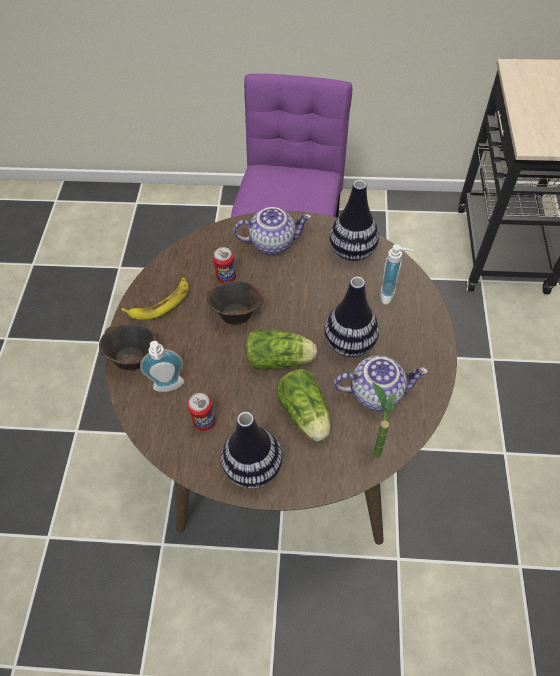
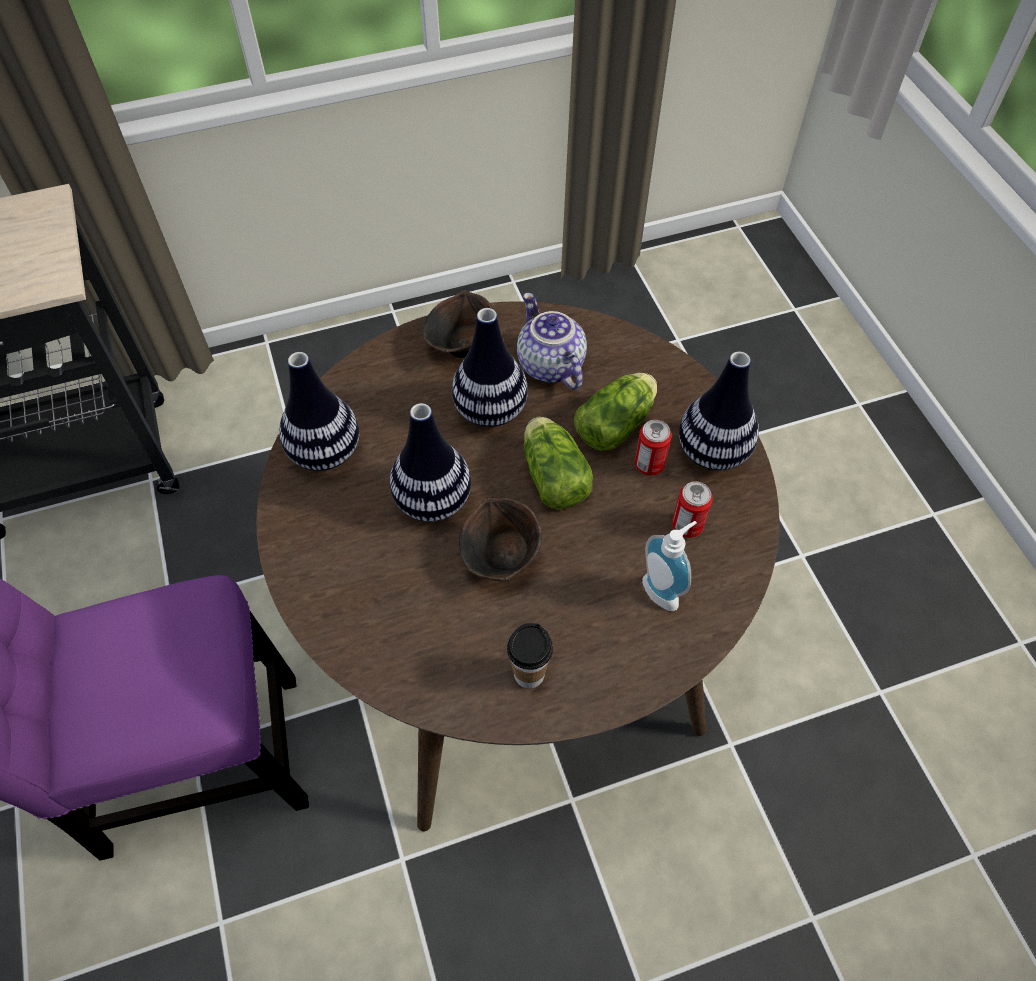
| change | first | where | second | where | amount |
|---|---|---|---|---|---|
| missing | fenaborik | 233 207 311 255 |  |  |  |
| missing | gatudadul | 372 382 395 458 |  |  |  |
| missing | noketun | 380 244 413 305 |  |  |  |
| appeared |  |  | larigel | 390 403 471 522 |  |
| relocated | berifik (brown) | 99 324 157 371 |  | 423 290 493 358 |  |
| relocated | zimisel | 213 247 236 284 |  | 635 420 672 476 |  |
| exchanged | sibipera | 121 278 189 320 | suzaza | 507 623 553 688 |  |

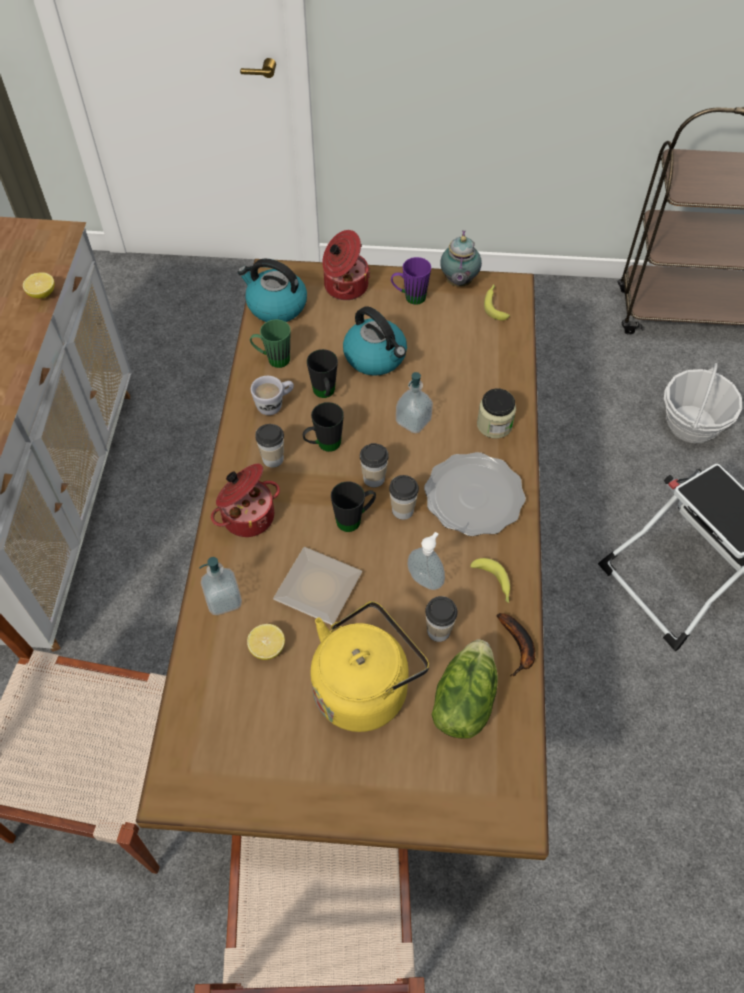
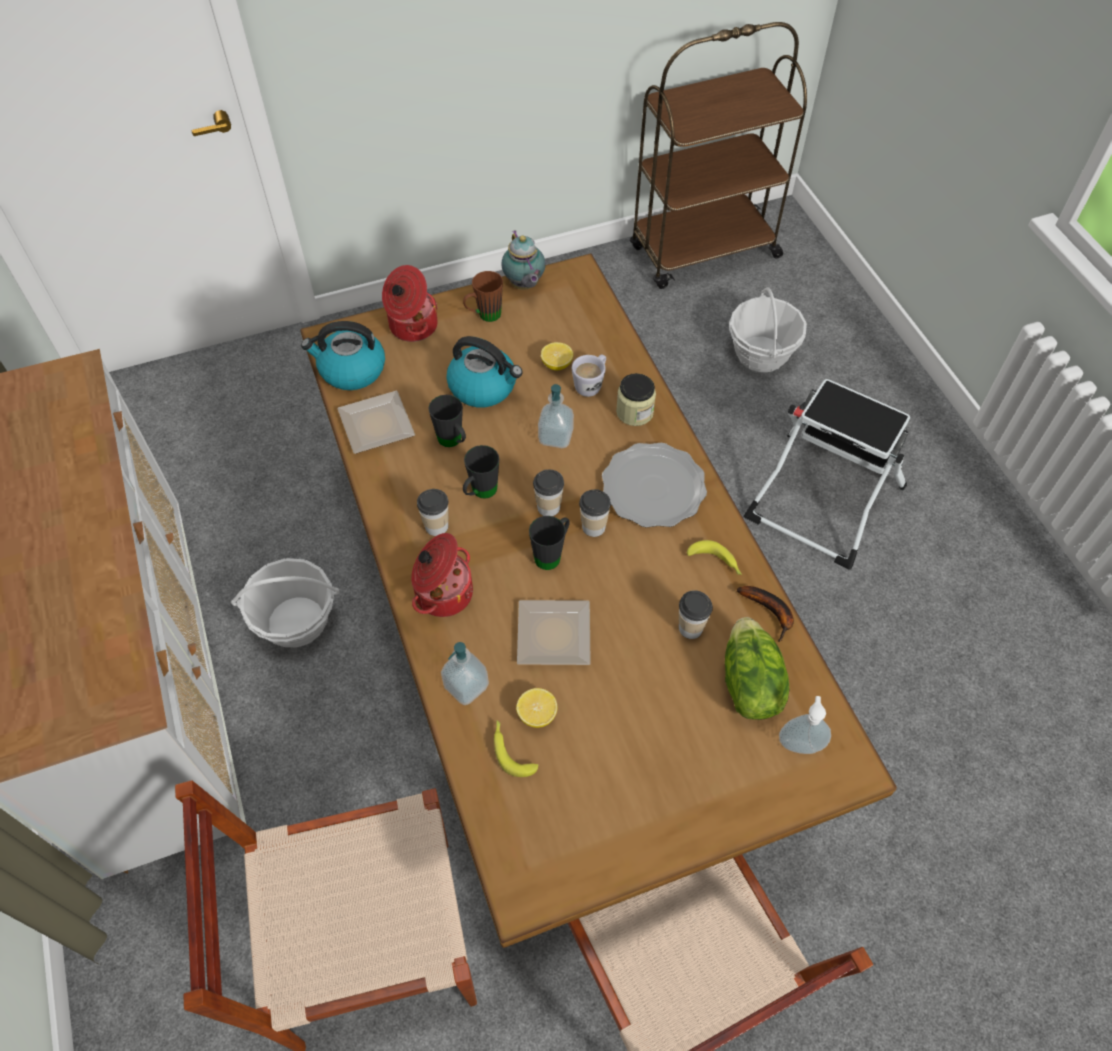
| change | first | where | second | where | amount |
|---|---|---|---|---|---|
| missing | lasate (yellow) | 310 601 429 732 |  |  |  |
| appeared |  |  | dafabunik | 231 558 340 648 |  |
| relocated | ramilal | 23 272 55 299 |  | 541 342 573 370 |  |
| relocated | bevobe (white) | 251 376 294 415 |  | 572 354 606 397 |  |
| relocated | noketun | 408 532 445 590 |  | 779 696 831 754 |  |
| relocated | sibipera | 484 284 510 320 |  | 494 720 538 777 |  |
| exchanged | bevobe (green) | 250 319 290 368 | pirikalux | 337 391 415 454 |  |
| colour | bevobe (purple) | 391 257 431 305 | bevobe (brown) | 463 271 503 322 |  |

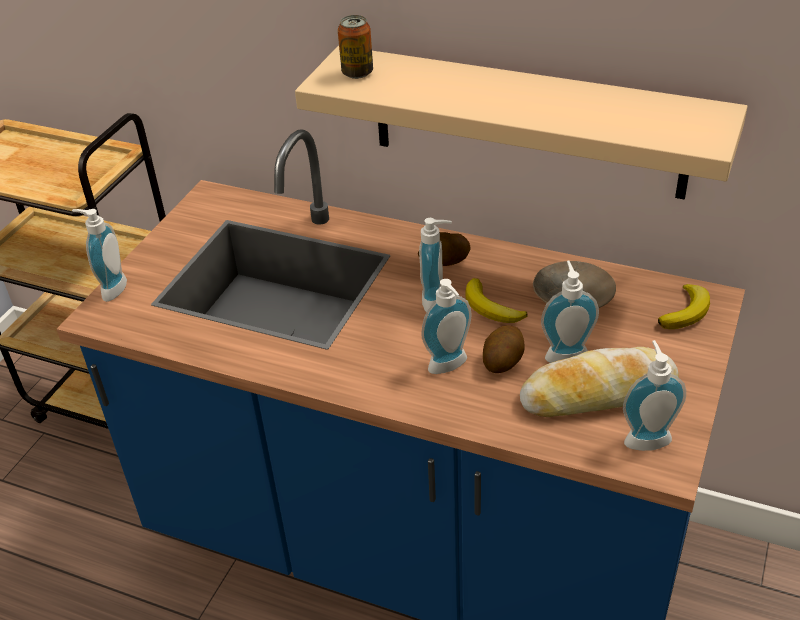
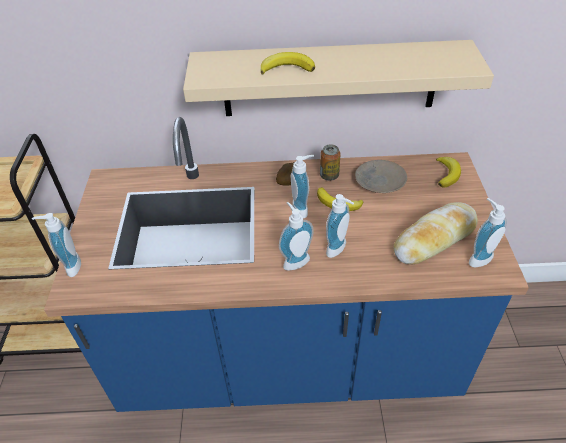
| change | first | where | second | where | amount |
|---|---|---|---|---|---|
| missing | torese | 483 325 525 373 |  |  |  |
| appeared |  |  | sibipera | 261 52 315 75 |  |
| relocated | zimisel | 338 15 373 79 |  | 320 144 341 181 |  |
| relocated | noketun | 541 261 599 363 |  | 279 202 314 271 |  |

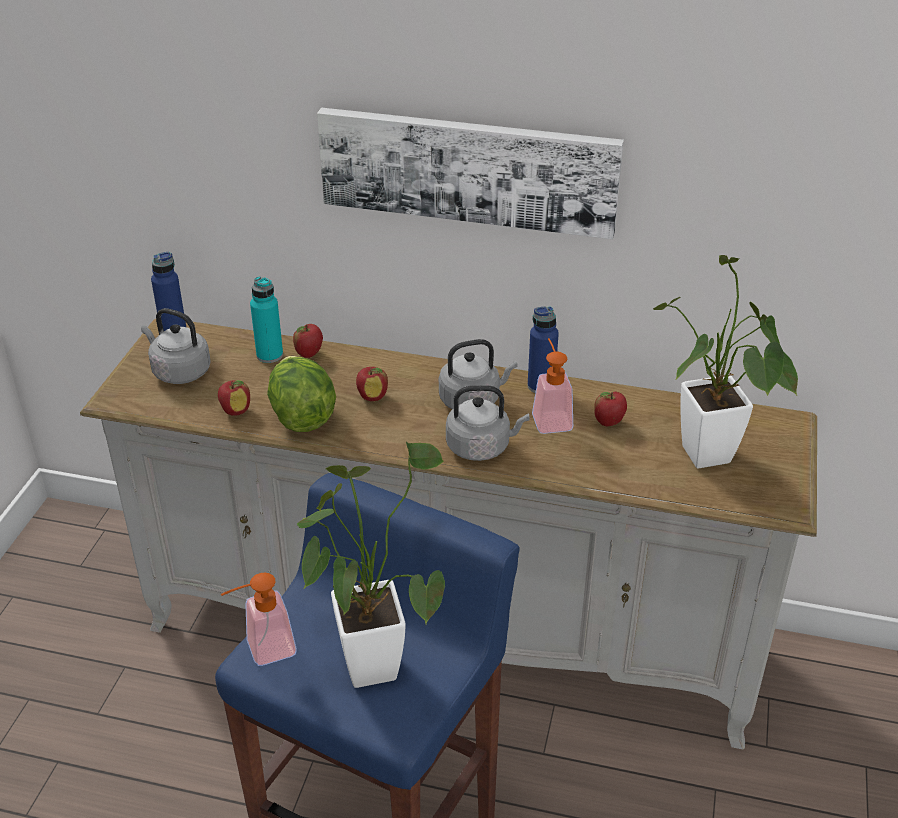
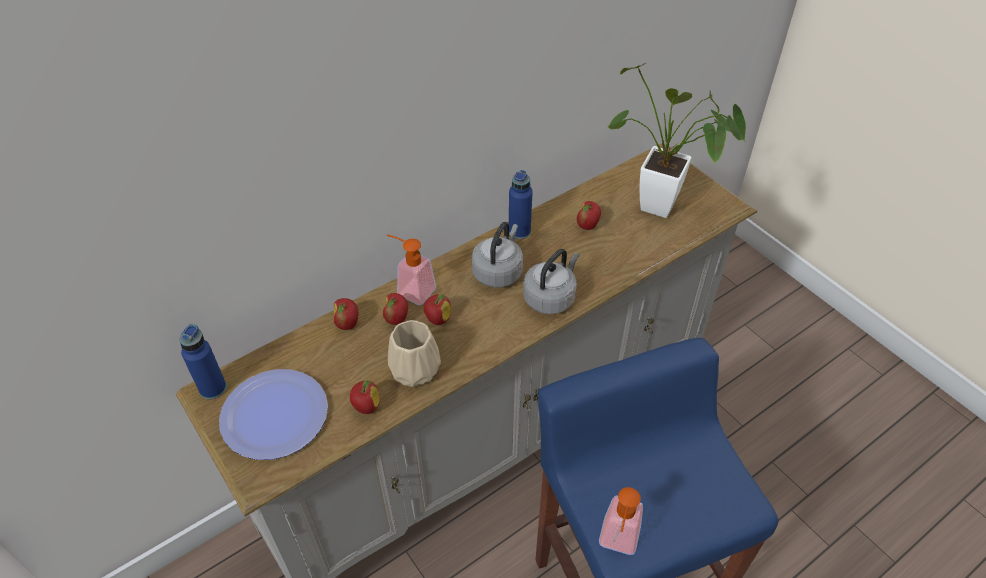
| change | first | where | second | where | amount |
|---|---|---|---|---|---|
| missing | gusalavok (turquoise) | 250 276 283 363 |  |  |  |
| missing | gatudadul | 297 442 445 688 |  |  |  |
| missing | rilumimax | 317 108 624 239 |  |  |  |
| appeared |  |  | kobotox | 383 293 408 325 |  |
| relocated | noketun | 532 338 573 434 |  | 387 234 436 305 |  |
| exchanged | lasate (grey) | 141 308 211 384 | pirikalux | 219 369 328 460 |  |
| exchanged | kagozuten | 267 356 336 432 | larigel (beige) | 388 320 441 387 |  |

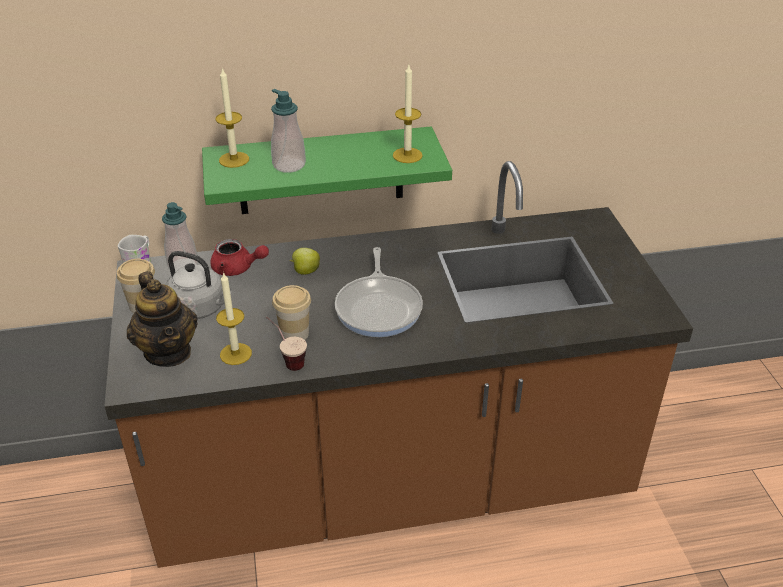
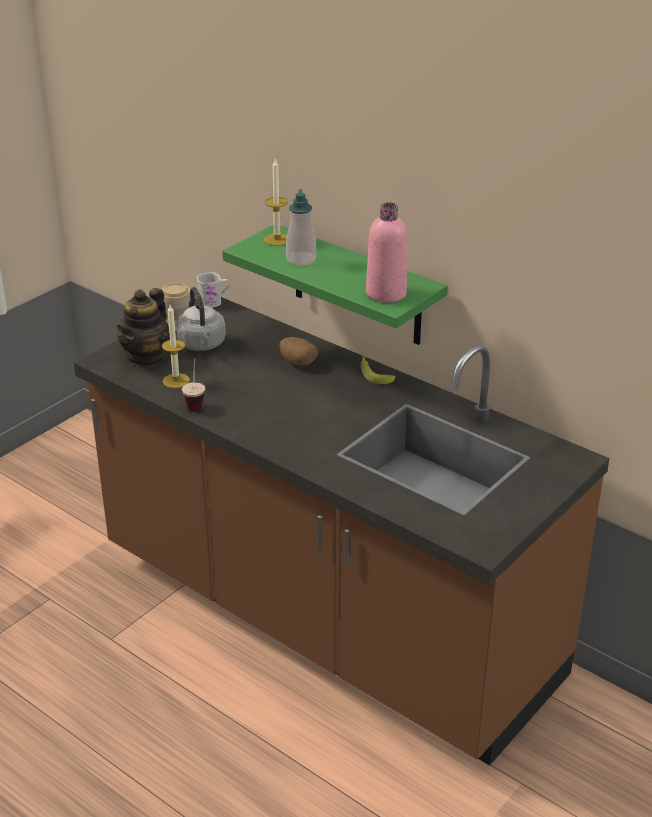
| change | first | where | second | where | amount |
|---|---|---|---|---|---|
| missing | noketun | 162 202 198 272 |  |  |  |
| missing | fenaborik (red) | 210 239 269 276 |  |  |  |
| missing | suzaza | 272 285 311 340 |  |  |  |
| missing | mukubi | 335 247 423 337 |  |  |  |
| appeared |  |  | sibipera | 361 356 395 384 |  |
| exchanged | kobotox | 289 248 320 275 | torese | 279 337 318 366 |  |
| exchanged | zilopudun | 393 65 423 163 | gusalavok (pink) | 366 202 407 302 |  |

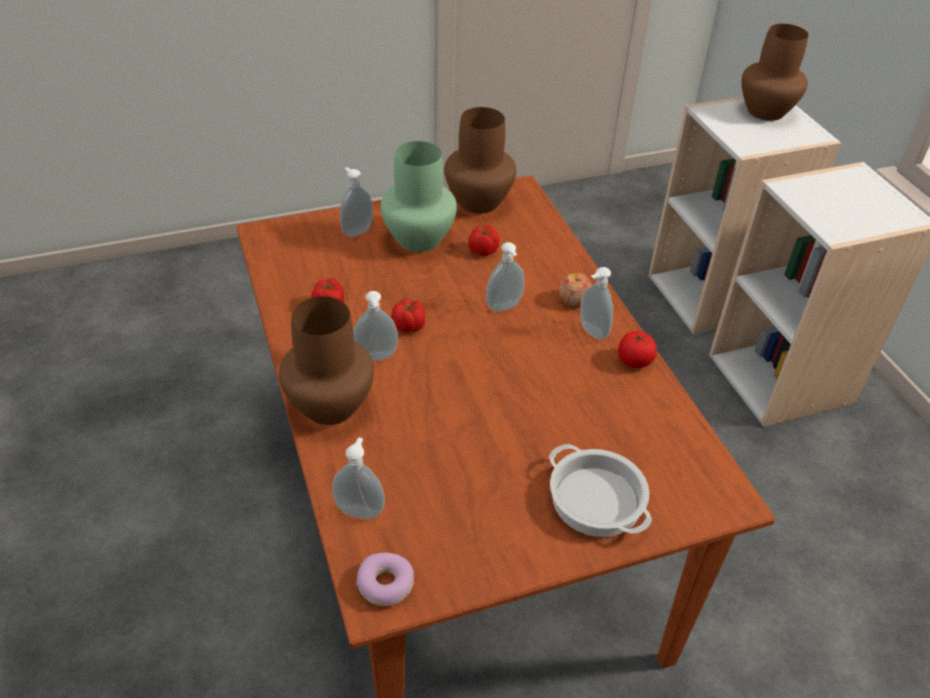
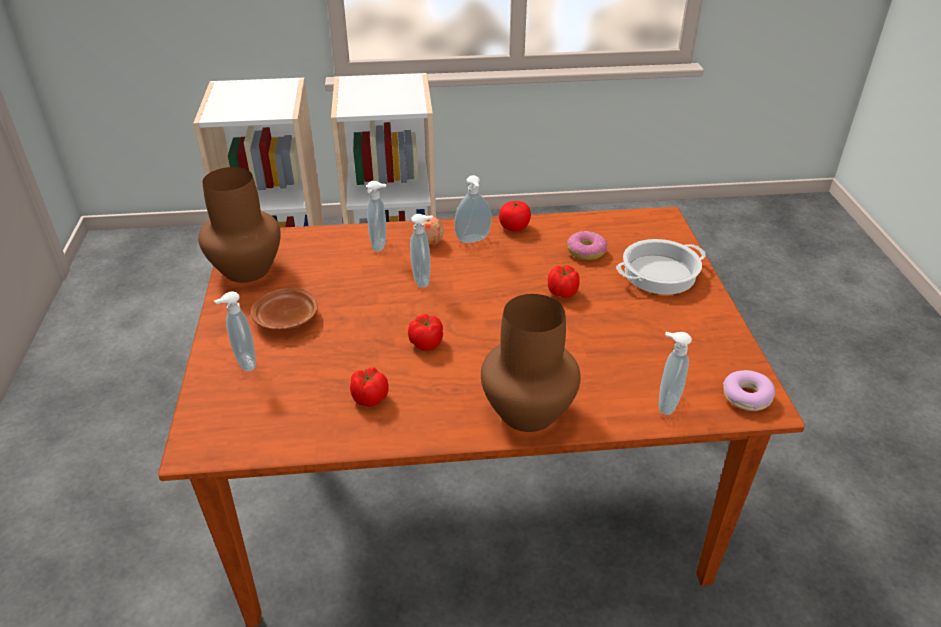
| change | first | where | second | where | amount |
|---|---|---|---|---|---|
| missing | larigel (brown) | 742 24 808 121 |  |  |  |
| appeared |  |  | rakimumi | 567 231 607 260 |  |
| relocated | noketun | 353 291 398 361 |  | 367 181 387 252 |  |
| relocated | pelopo | 468 225 500 256 |  | 548 265 580 298 |  |
| exchanged | larigel (green) | 380 141 457 252 | pirikalux (brown) | 251 287 318 331 |  |

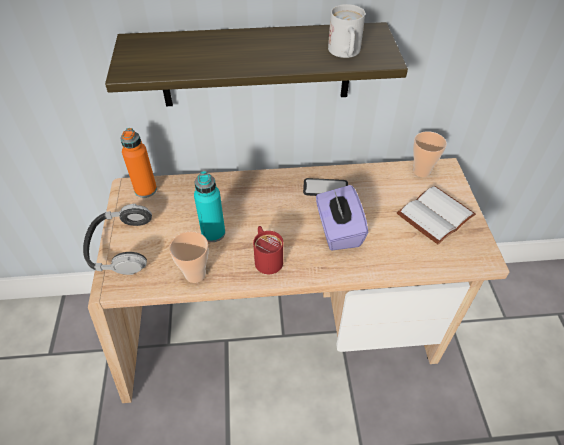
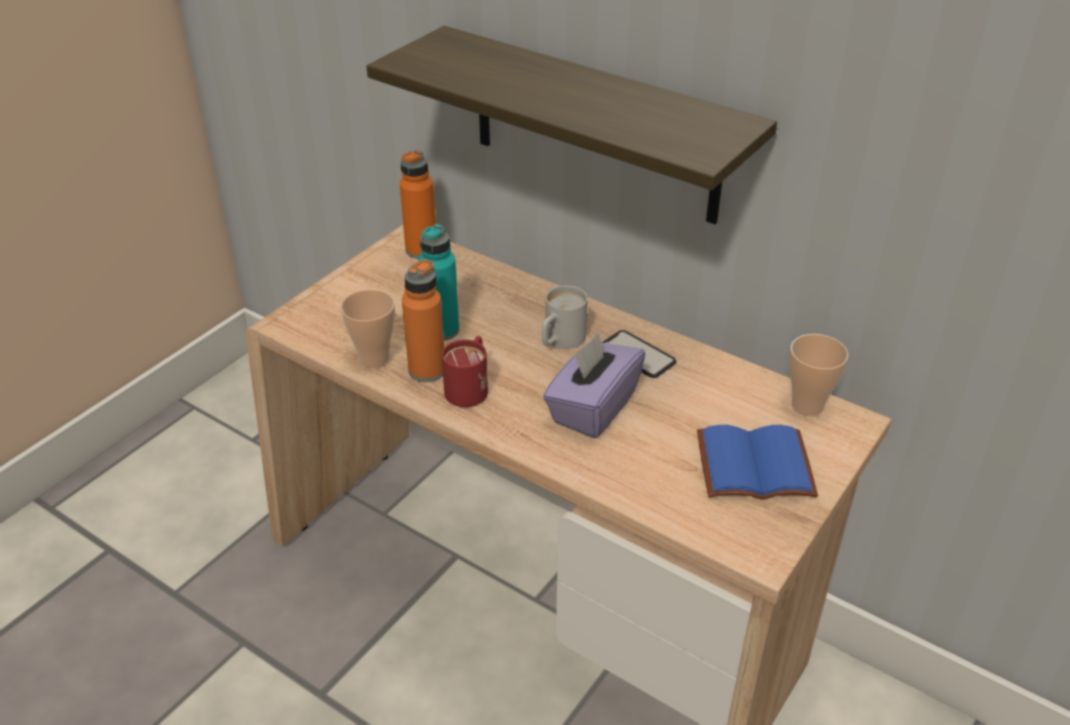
| change | first | where | second | where | amount |
|---|---|---|---|---|---|
| missing | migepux | 83 204 152 275 |  |  |  |
| appeared |  |  | gusalavok (orange) | 402 259 444 382 |  |
| relocated | bevobe (white) | 328 4 365 58 |  | 542 285 588 349 |  |
| colour | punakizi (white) | 397 186 476 244 | punakizi (blue) | 697 425 818 499 |  |

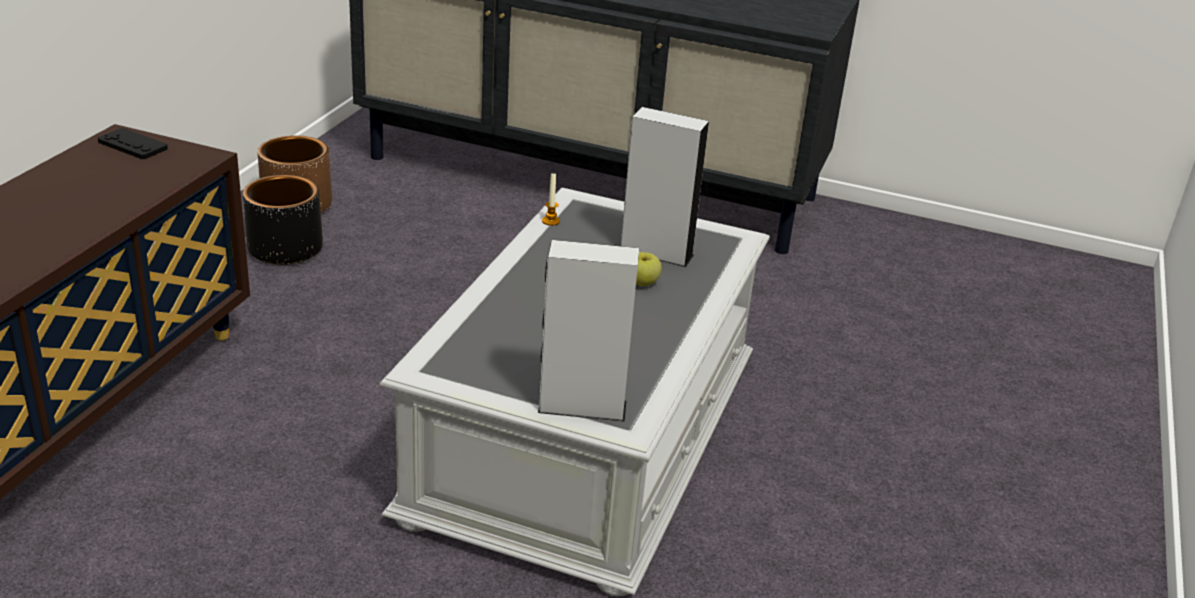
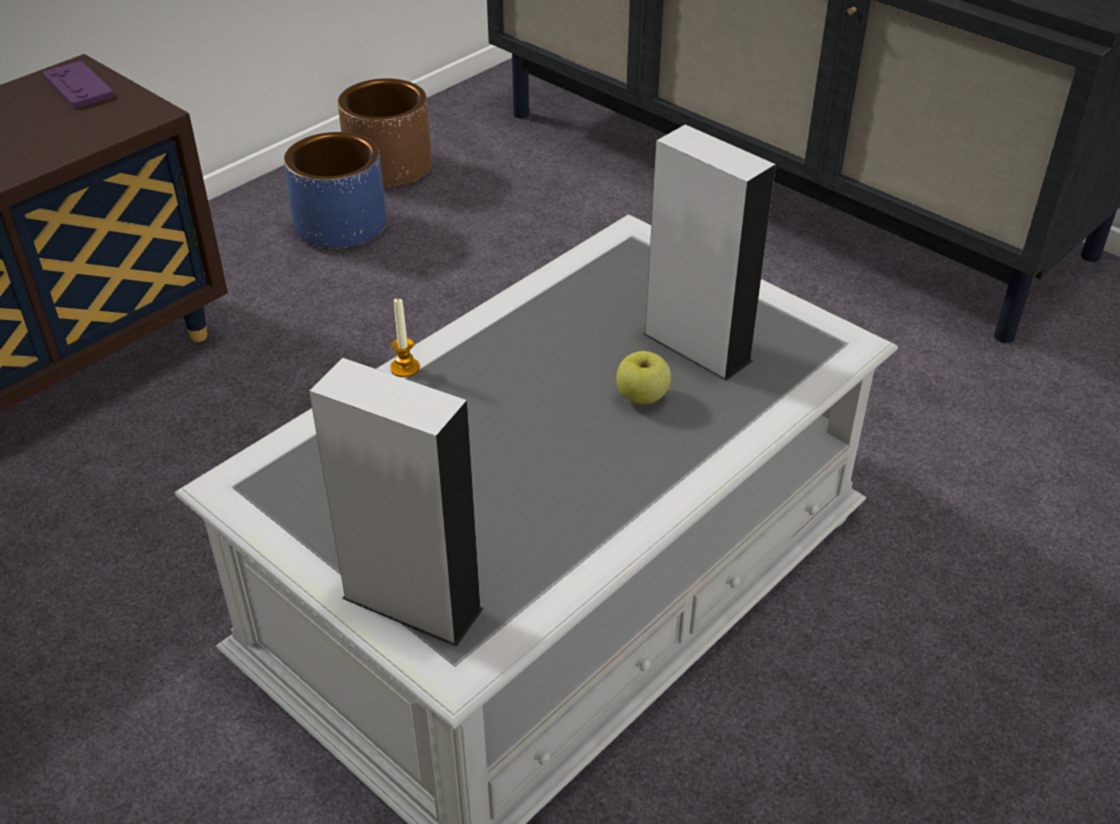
| change | first | where | second | where | amount |
|---|---|---|---|---|---|
| relocated | zilopudun | 542 172 560 226 |  | 390 297 420 377 |  |
| colour | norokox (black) | 98 128 168 159 | norokox (purple) | 43 61 114 108 |  |
| colour | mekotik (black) | 243 175 323 265 | mekotik (blue) | 284 132 387 250 |  |

